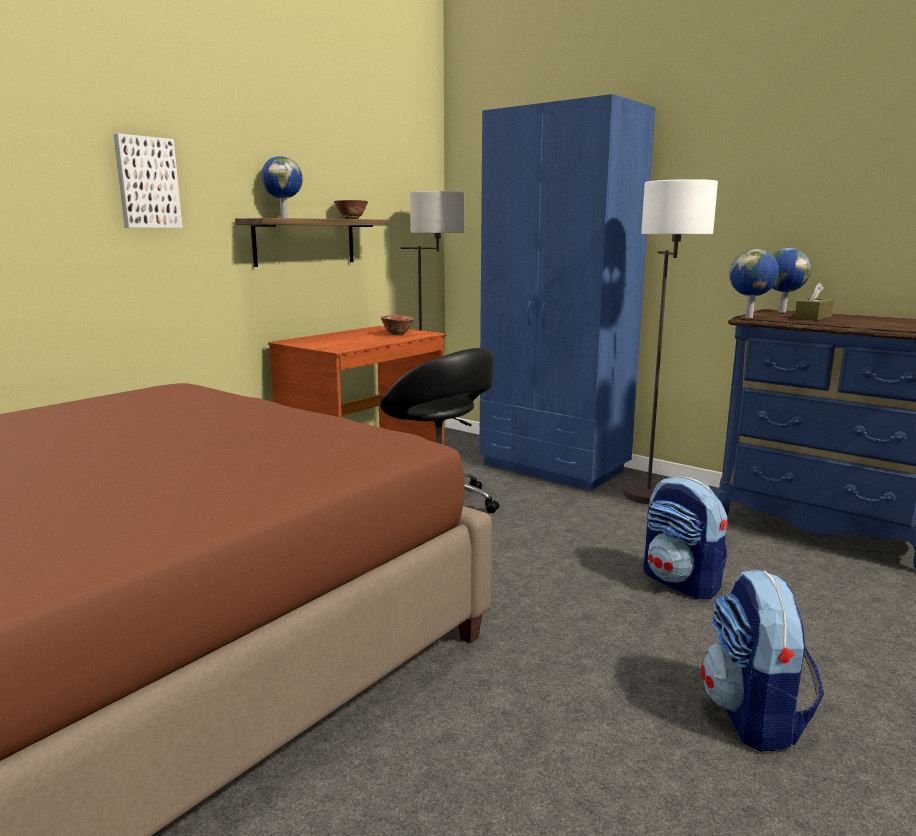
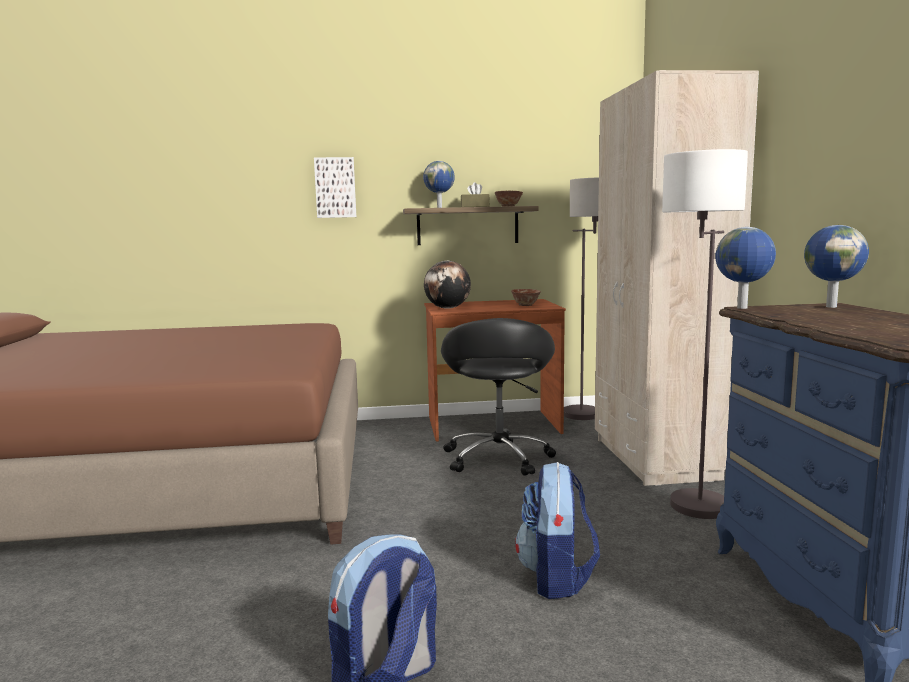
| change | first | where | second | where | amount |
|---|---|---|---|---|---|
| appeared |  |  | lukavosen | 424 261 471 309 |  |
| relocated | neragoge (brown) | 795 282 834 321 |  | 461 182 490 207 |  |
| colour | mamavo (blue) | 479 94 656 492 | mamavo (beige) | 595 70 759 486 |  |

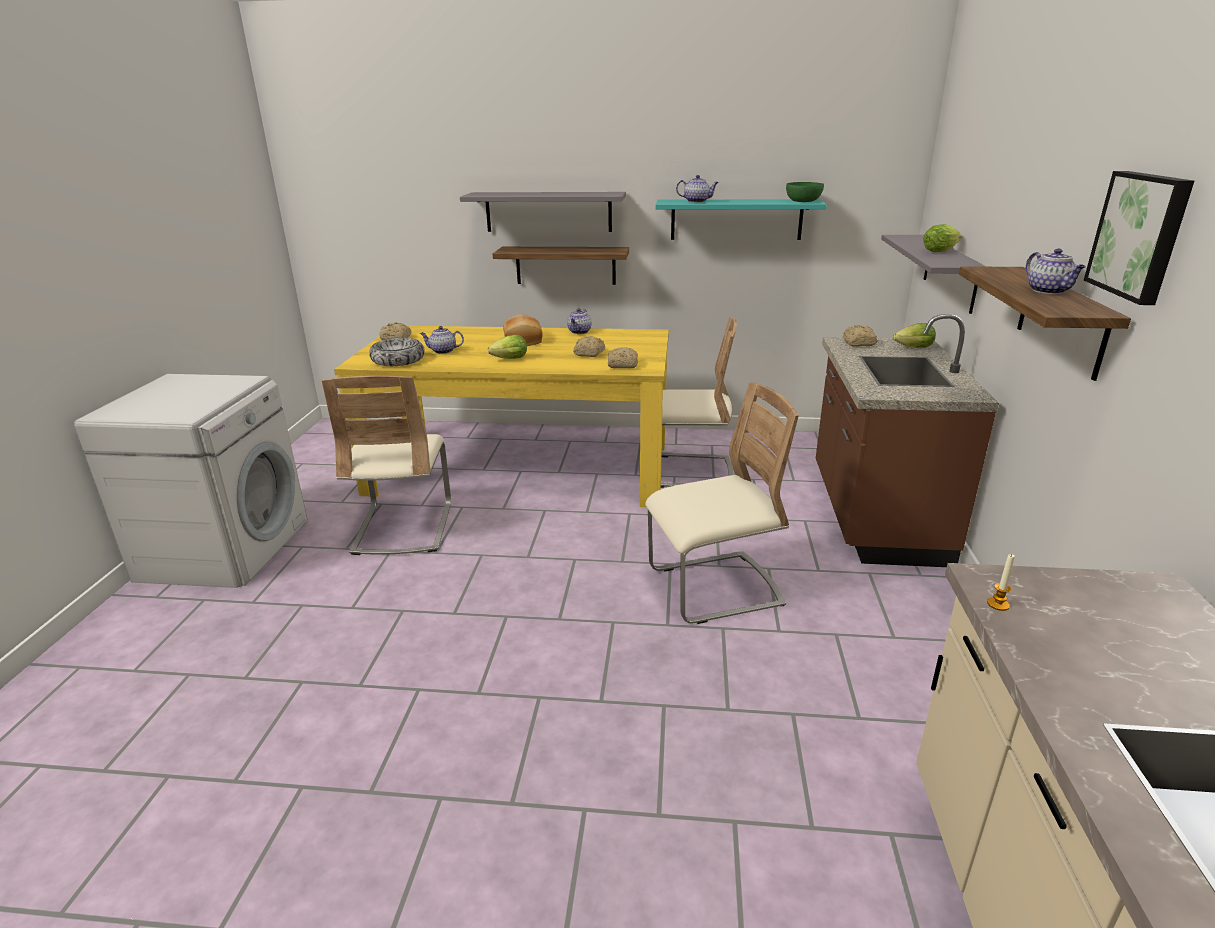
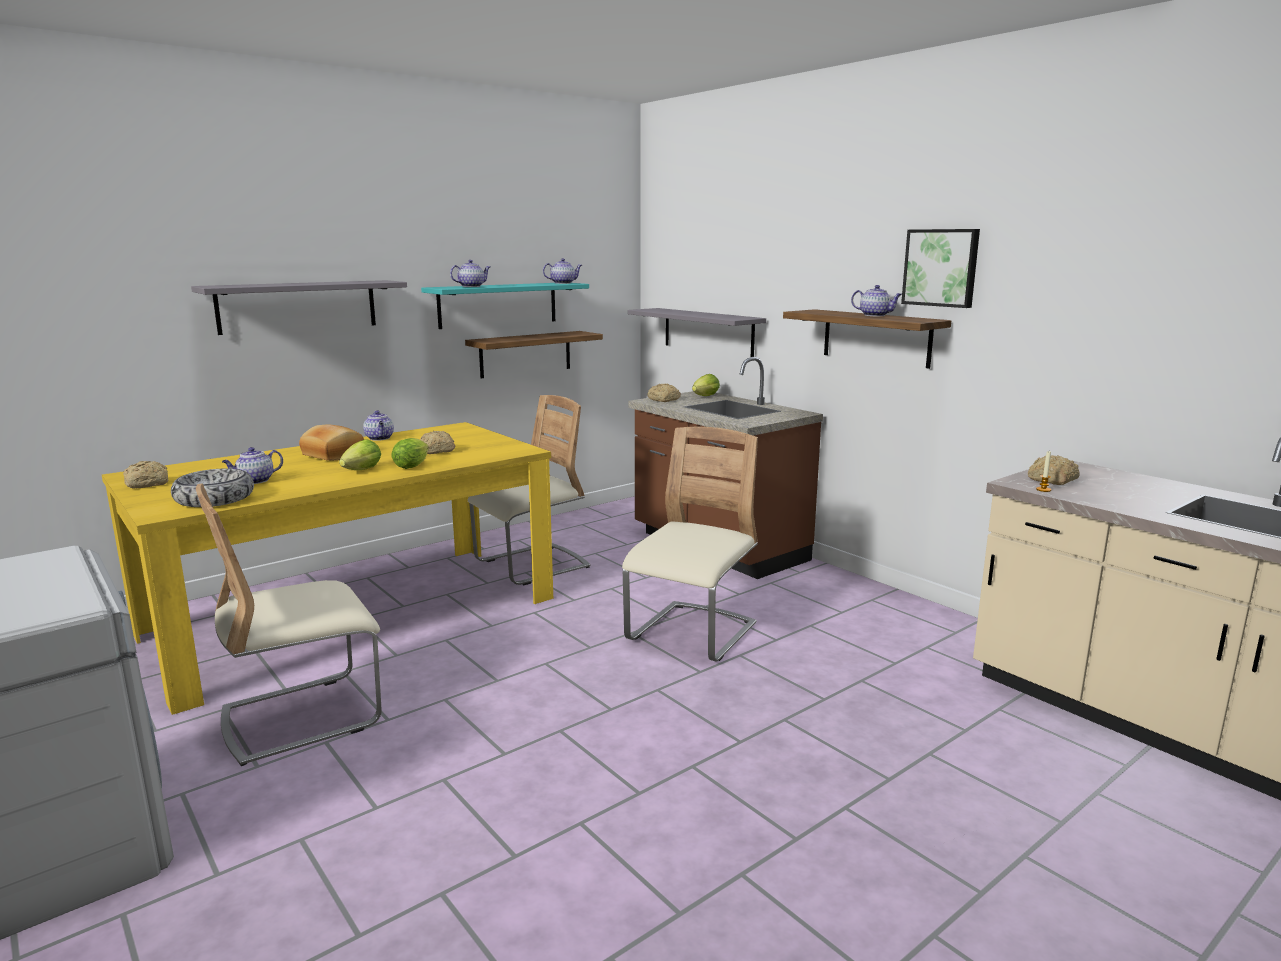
| change | first | where | second | where | amount |
|---|---|---|---|---|---|
| relocated | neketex | 493 247 629 285 |  | 465 331 603 378 |  |
| relocated | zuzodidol | 608 347 638 368 |  | 1028 455 1080 485 |  |
| relocated | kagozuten | 923 224 961 252 |  | 391 438 429 469 |  |
| exchanged | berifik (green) | 786 182 824 202 | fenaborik | 543 258 582 284 |  |
| spun | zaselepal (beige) | 322 376 451 555 |  | 196 483 382 766 | 105 degrees clockwise |

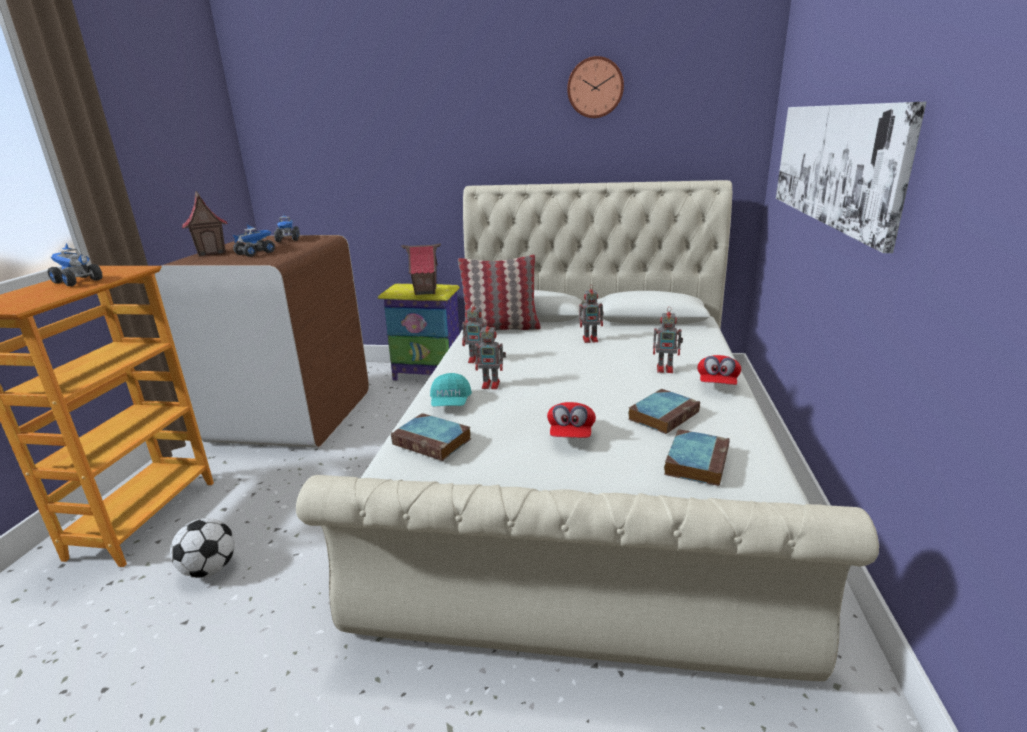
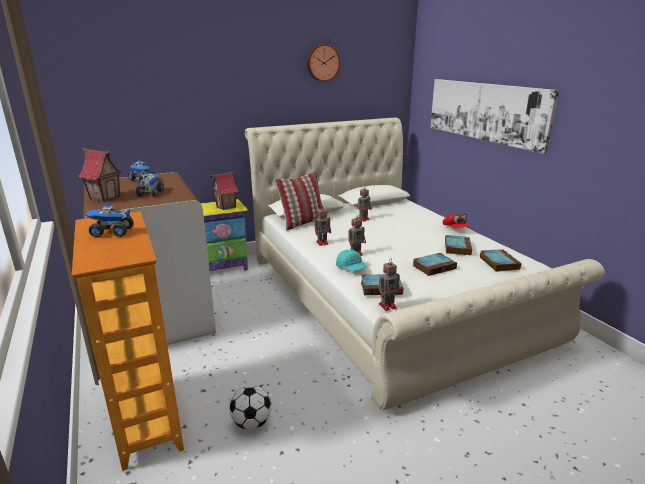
| change | first | where | second | where | amount |
|---|---|---|---|---|---|
| relocated | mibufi | 653 306 683 373 |  | 379 258 401 311 |  |
| exchanged | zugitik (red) | 547 402 596 438 | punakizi | 413 253 457 276 |  |

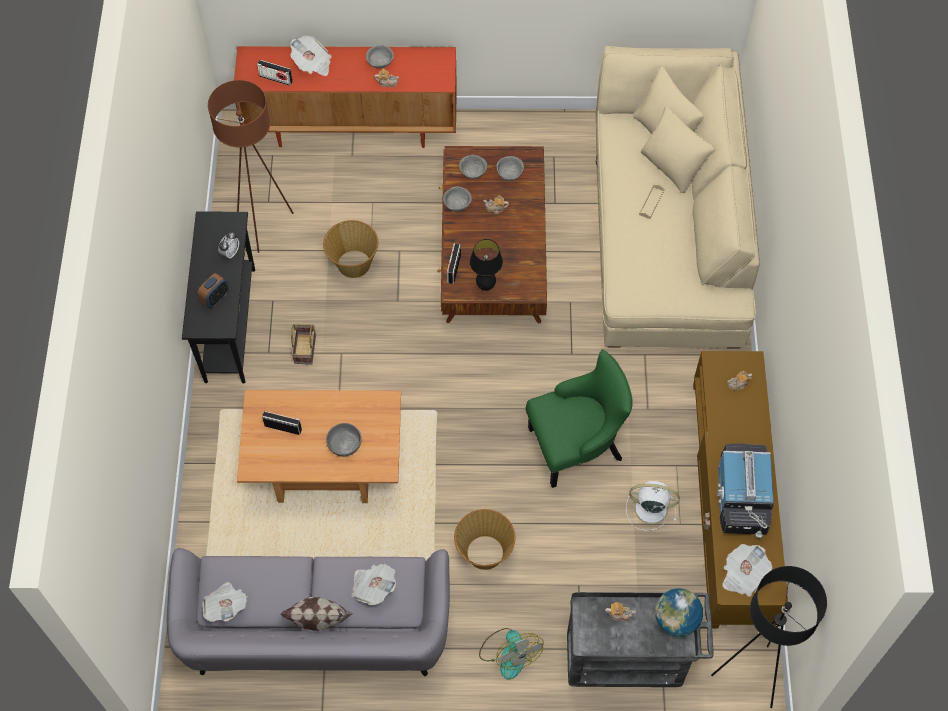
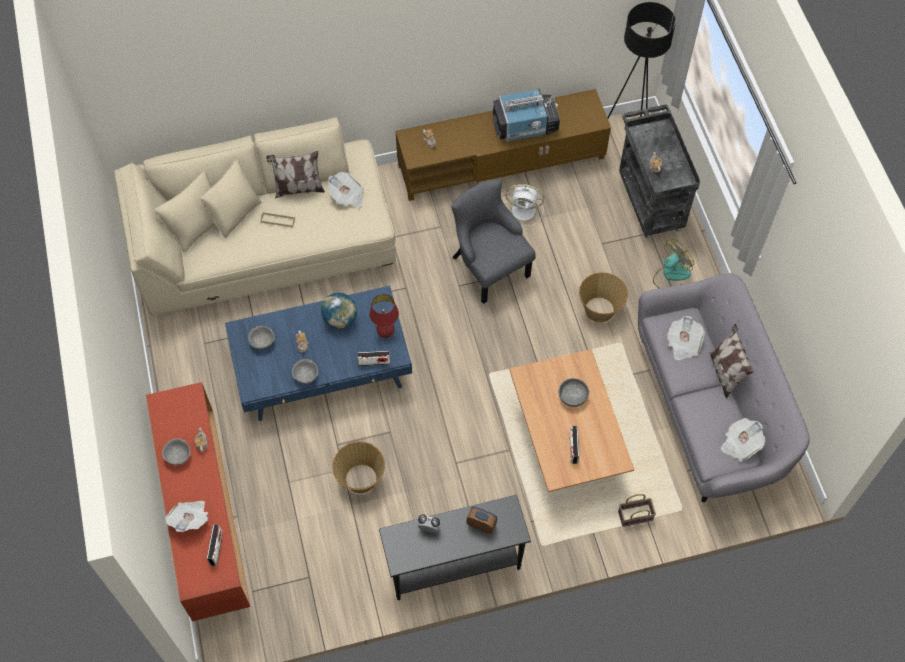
| change | first | where | second | where | amount |
|---|---|---|---|---|---|
| missing | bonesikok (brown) | 208 80 294 253 |  |  |  |
| missing | berifik (grey) | 459 155 487 179 |  |  |  |
| appeared |  |  | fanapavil | 266 151 325 199 |  |
| relocated | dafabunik | 291 324 316 365 |  | 618 494 656 527 |  |
| relocated | lukavosen | 655 588 703 637 |  | 321 293 357 329 |  |
| relocated | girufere | 723 544 772 597 |  | 328 172 364 208 |  |
| colour | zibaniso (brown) | 437 146 547 323 | zibaniso (blue) | 225 286 412 421 |  |
| colour | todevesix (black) | 470 239 503 291 | todevesix (red) | 369 294 399 338 |  |
| colour | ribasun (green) | 525 349 633 488 | ribasun (grey) | 451 179 536 304 |  |
| spun | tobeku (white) | 626 481 680 531 |  | 505 184 544 226 | 75 degrees counterclockwise |

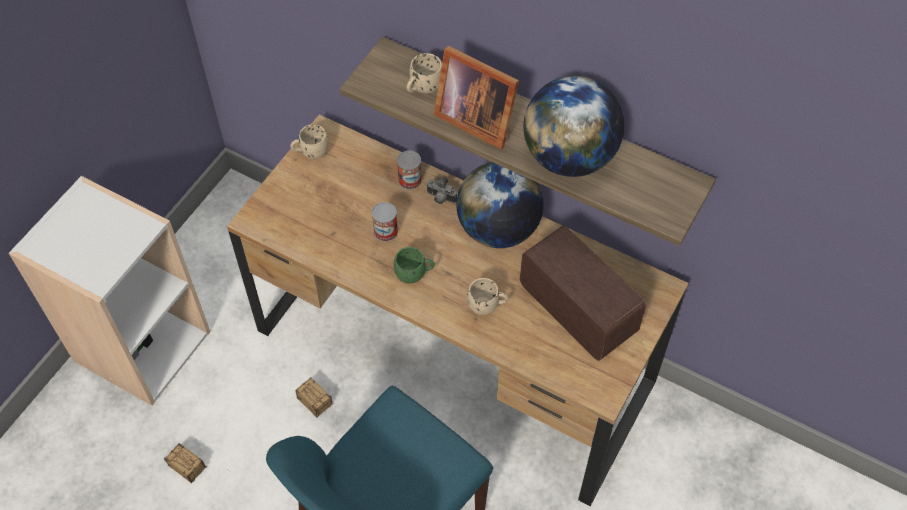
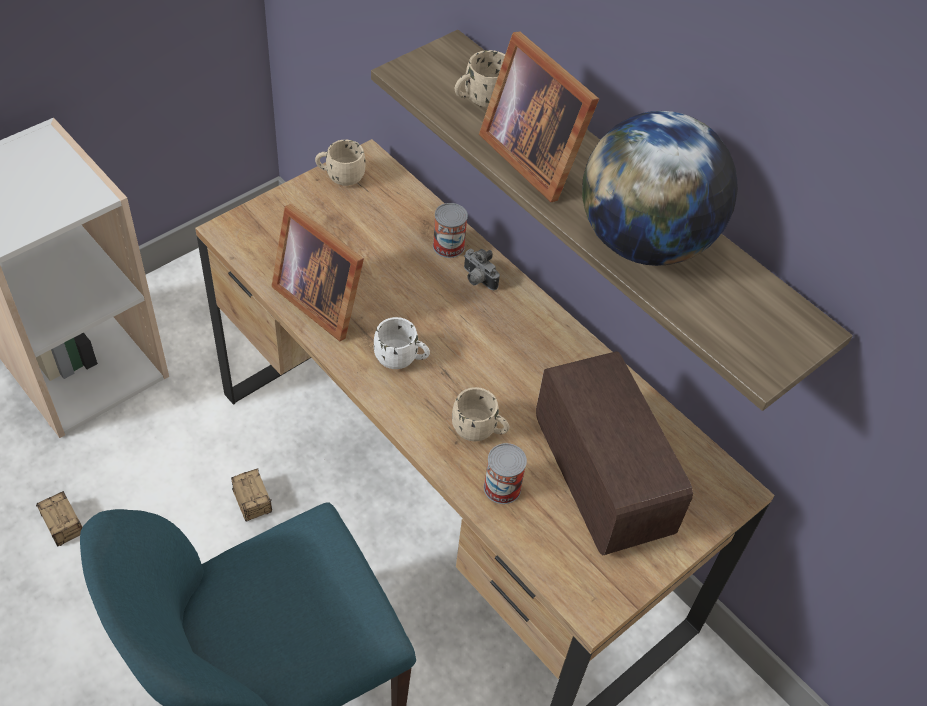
| change | first | where | second | where | amount |
|---|---|---|---|---|---|
| missing | lukavosen | 456 162 544 248 |  |  |  |
| appeared |  |  | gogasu | 271 204 364 341 |  |
| relocated | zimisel | 372 202 398 242 |  | 484 443 527 504 |  |
| colour | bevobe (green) | 394 247 435 283 | bevobe (white) | 374 317 430 369 |  |

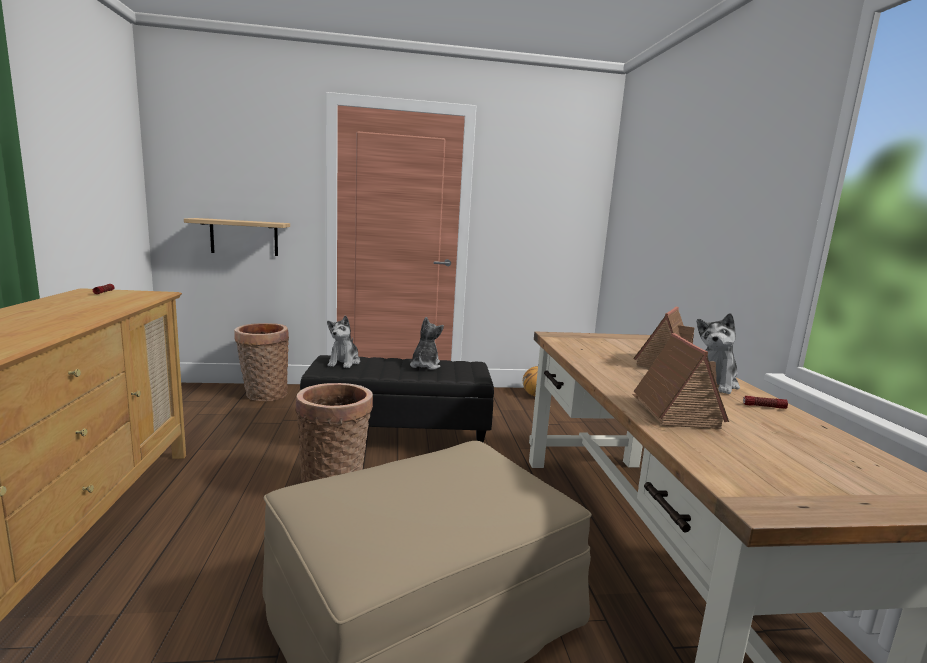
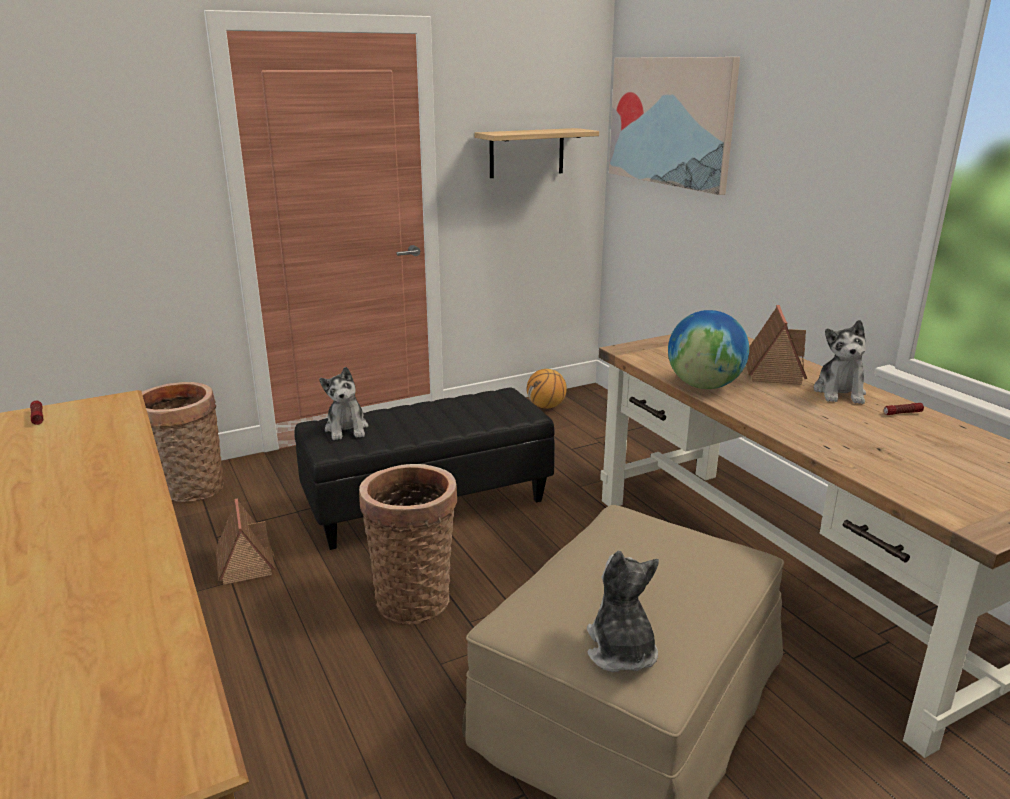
| change | first | where | second | where | amount |
|---|---|---|---|---|---|
| appeared |  |  | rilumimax | 609 57 740 195 |  |
| appeared |  |  | lukavosen | 668 310 749 389 |  |
| relocated | neketex | 184 218 290 256 |  | 474 128 599 178 |  |
| relocated | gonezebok | 410 317 444 370 |  | 587 551 659 672 |  |
| relocated | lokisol | 633 333 729 429 |  | 216 498 276 585 |  |

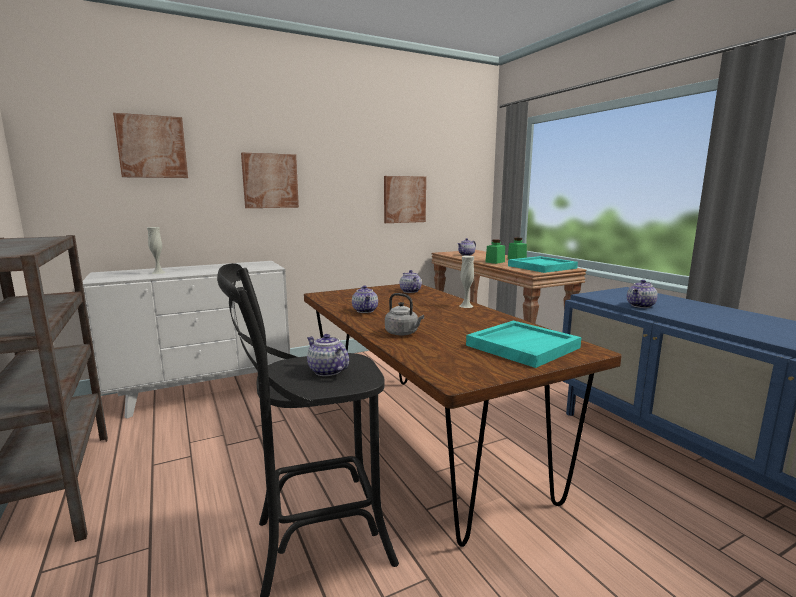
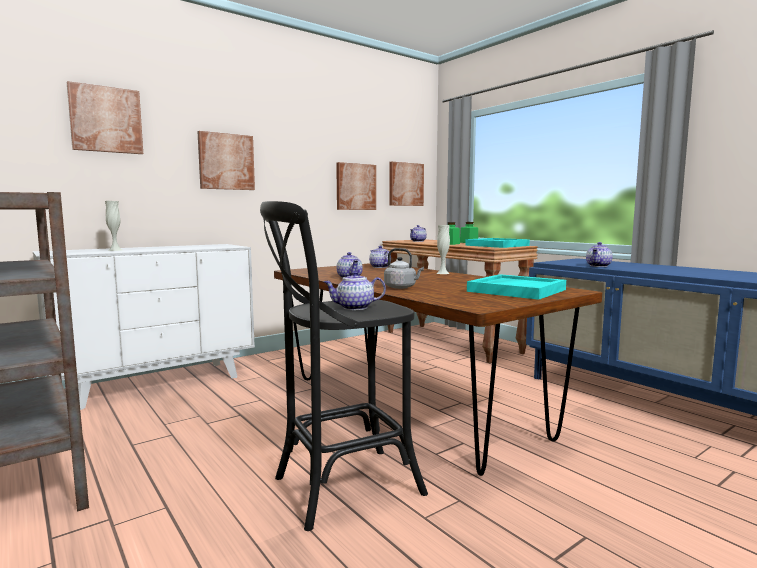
| change | first | where | second | where | amount |
|---|---|---|---|---|---|
| appeared |  |  | rilumimax | 389 162 424 206 |  |
| spun | fenaborik | 307 334 349 376 |  | 324 271 386 310 | 45 degrees counterclockwise |

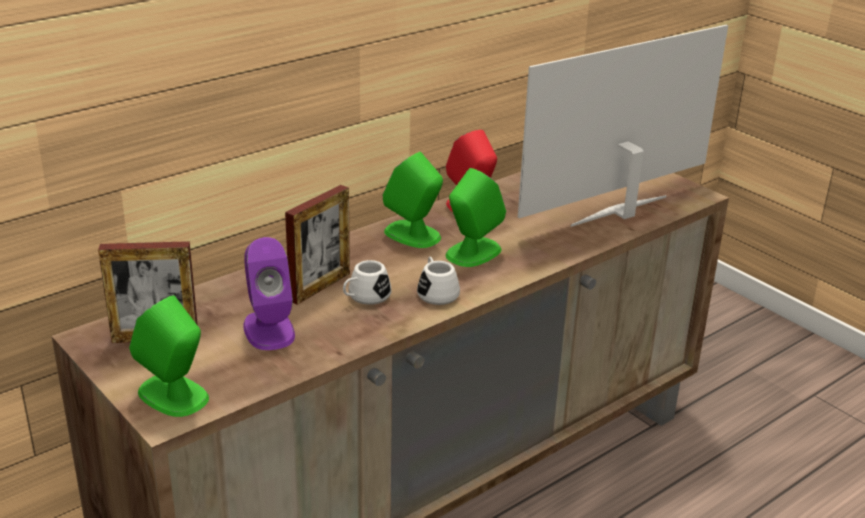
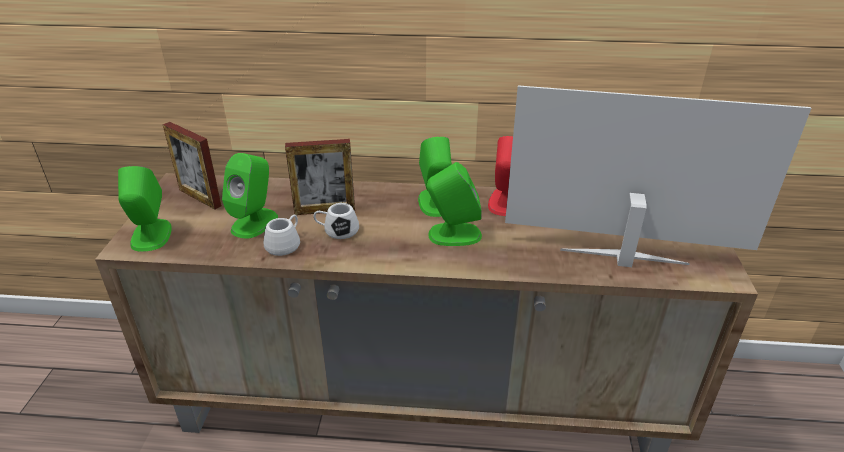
| change | first | where | second | where | amount |
|---|---|---|---|---|---|
| relocated | bevobe (white) | 417 257 460 305 |  | 264 215 300 256 |  |
| colour | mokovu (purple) | 243 237 295 350 | mokovu (green) | 222 153 278 239 |  |

